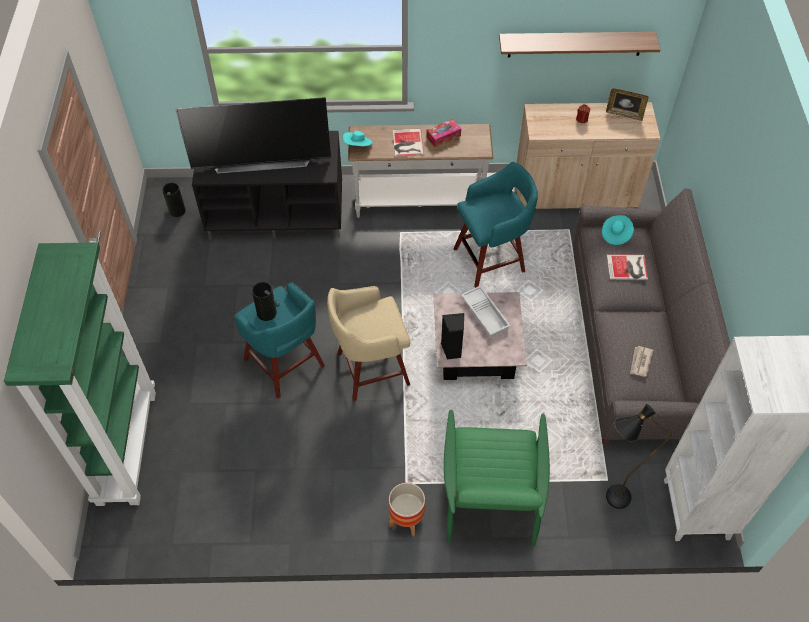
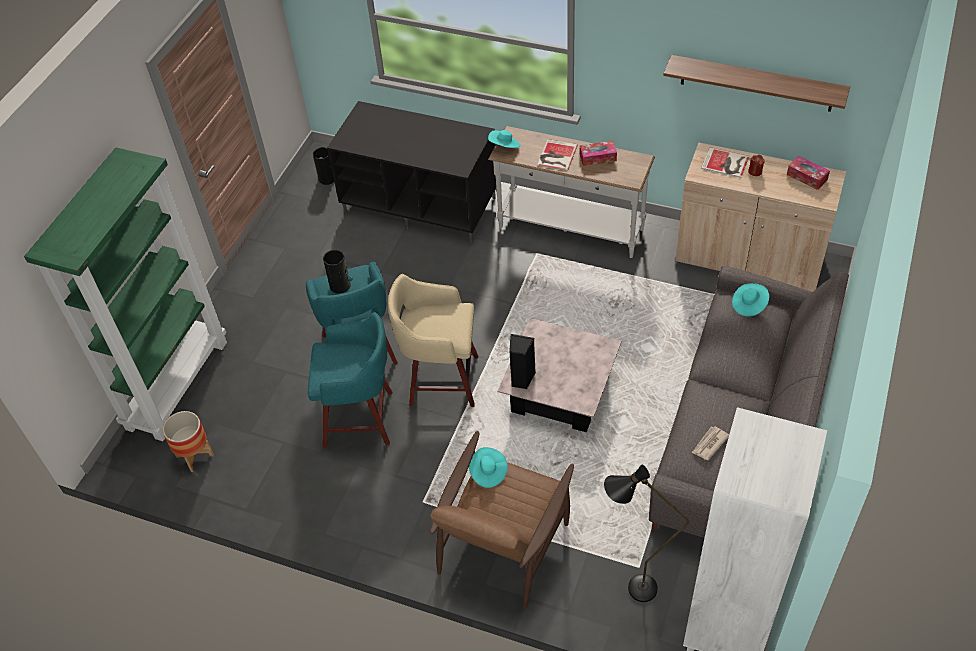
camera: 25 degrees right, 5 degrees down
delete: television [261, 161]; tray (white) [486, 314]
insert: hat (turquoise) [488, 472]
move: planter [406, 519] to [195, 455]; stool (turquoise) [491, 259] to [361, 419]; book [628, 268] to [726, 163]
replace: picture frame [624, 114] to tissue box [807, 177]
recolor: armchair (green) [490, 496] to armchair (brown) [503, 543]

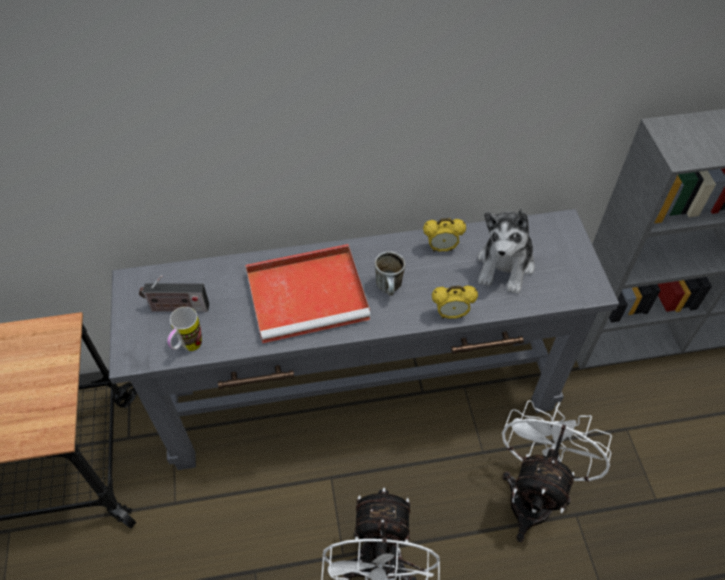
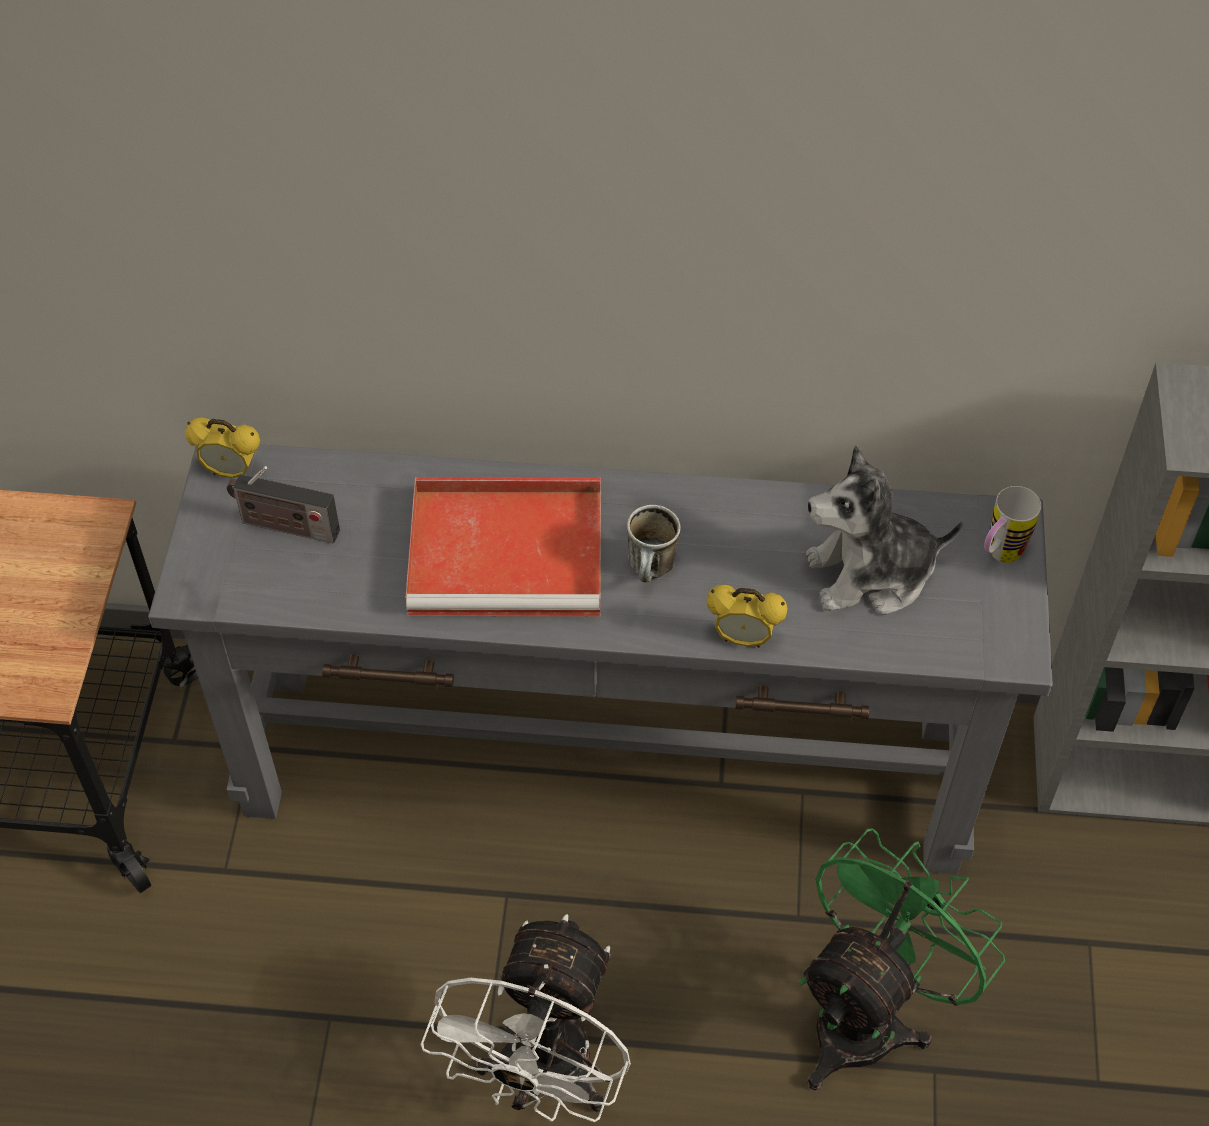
camera: 15 degrees right, 0 degrees up
move: alarm clock [441, 248] to [231, 472]; mug [188, 348] to [998, 557]
recolor: fan (white) [534, 493] to fan (green) [868, 1013]
rotate: plush toy [505, 265] = [871, 574] 45 degrees clockwise

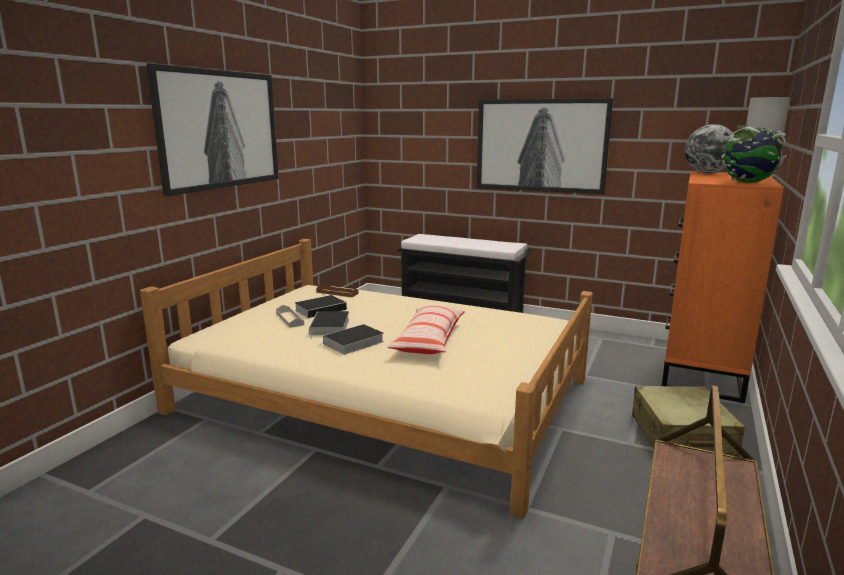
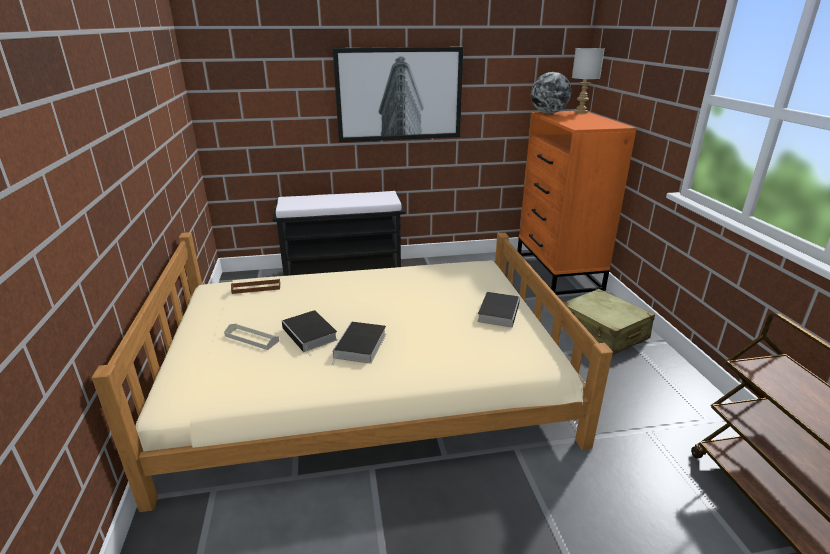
camera: 35 degrees left, 10 degrees up
delete: picture [219, 129]; pillow [429, 340]; globe [748, 182]
move: book [321, 309] to [498, 311]

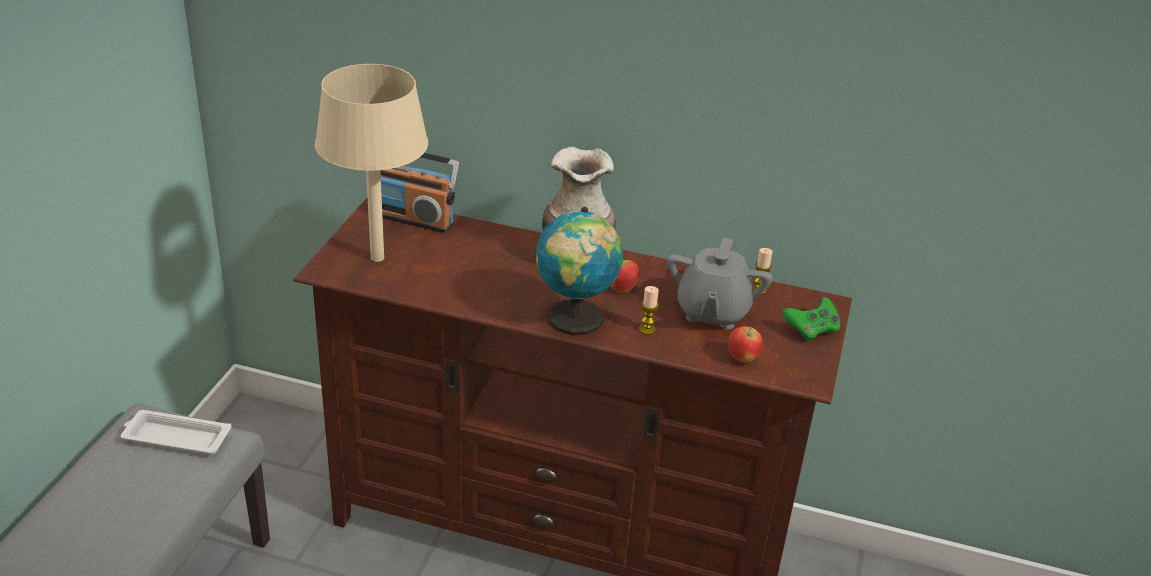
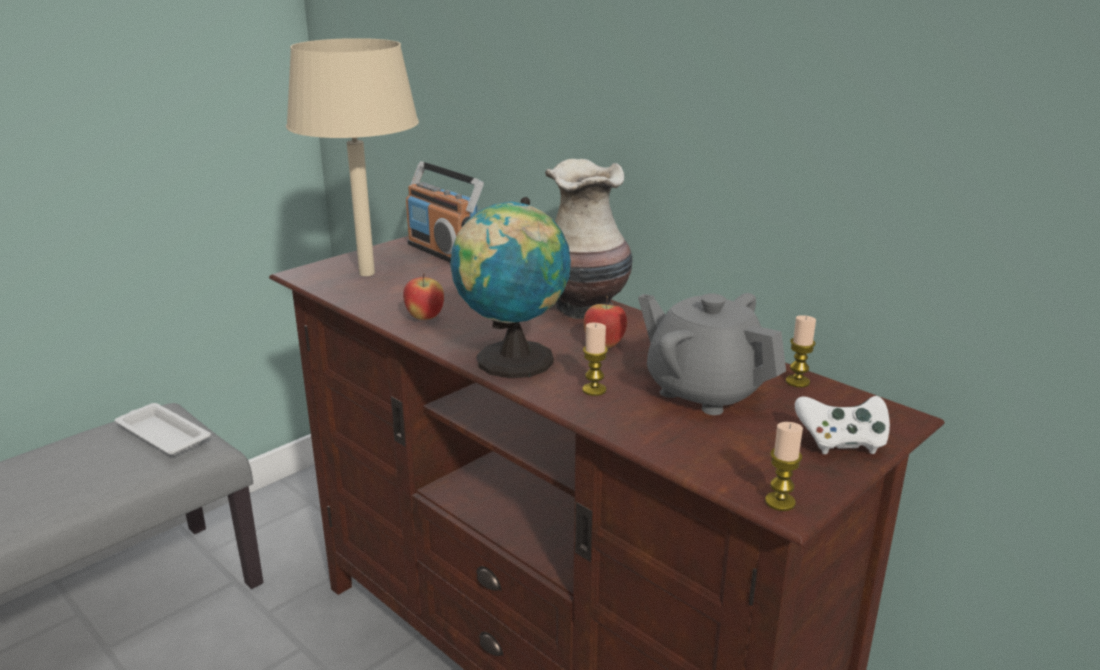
camera: 30 degrees right, 10 degrees down
insert: candle [780, 502]
move: apple [742, 358] to [424, 318]
recolor: game controller (green) [811, 330] to game controller (white) [841, 442]
rotate: teapot (grey) [712, 312] = [704, 391] 90 degrees clockwise

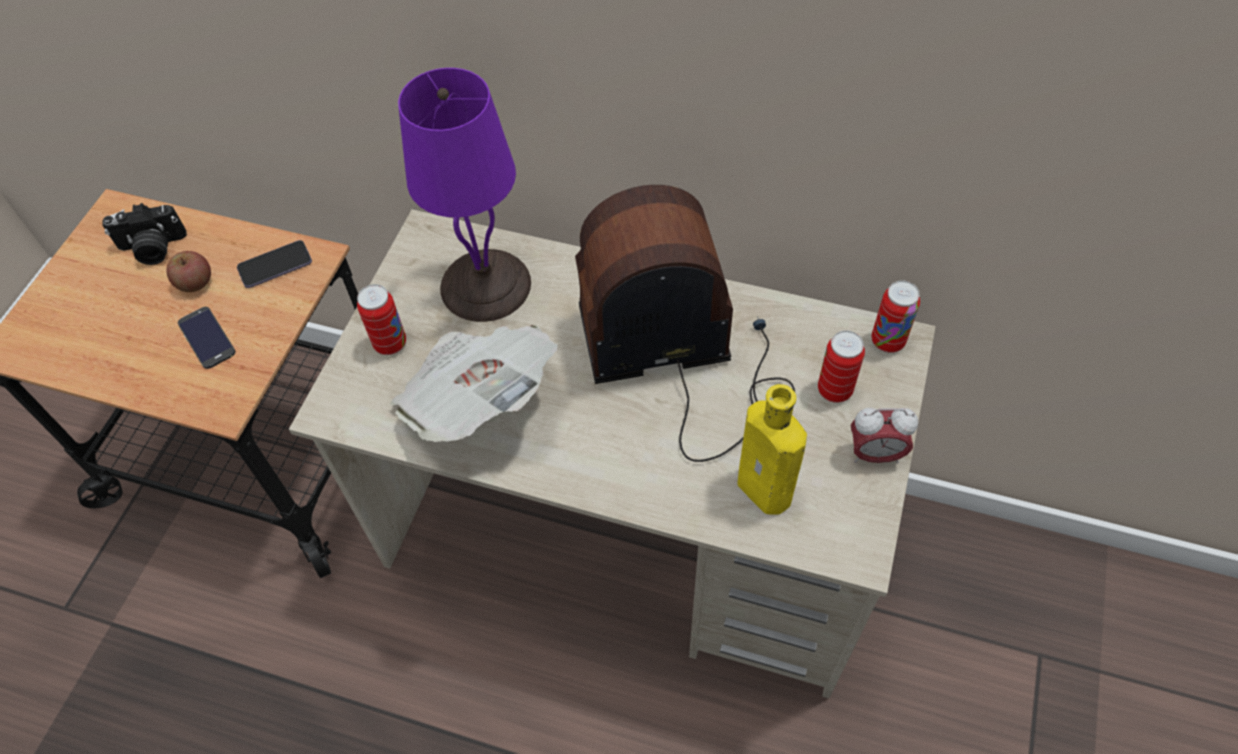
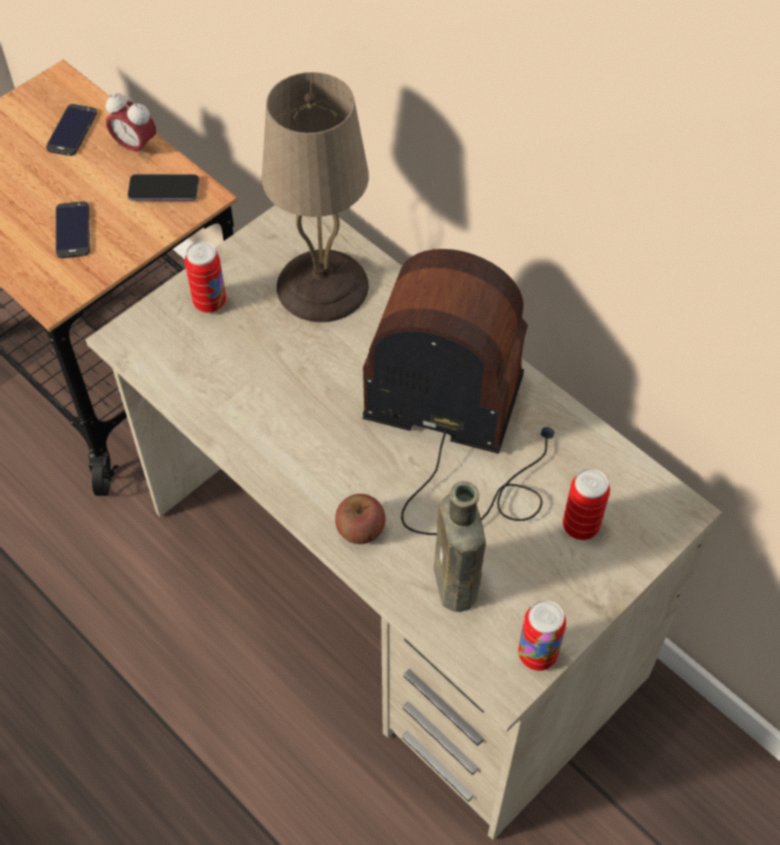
camera: 25 degrees right, 0 degrees up
delete: newspaper [478, 399]
move: alarm clock [875, 454] to [135, 147]; apple [195, 282] to [360, 529]; can [887, 341] to [537, 654]
replace: photo camera [152, 249] to phone [71, 130]
recolor: table lamp (purple) [487, 284] to table lamp (beige) [324, 286]; bottle (yellow) [767, 492] to bottle (brown) [456, 587]

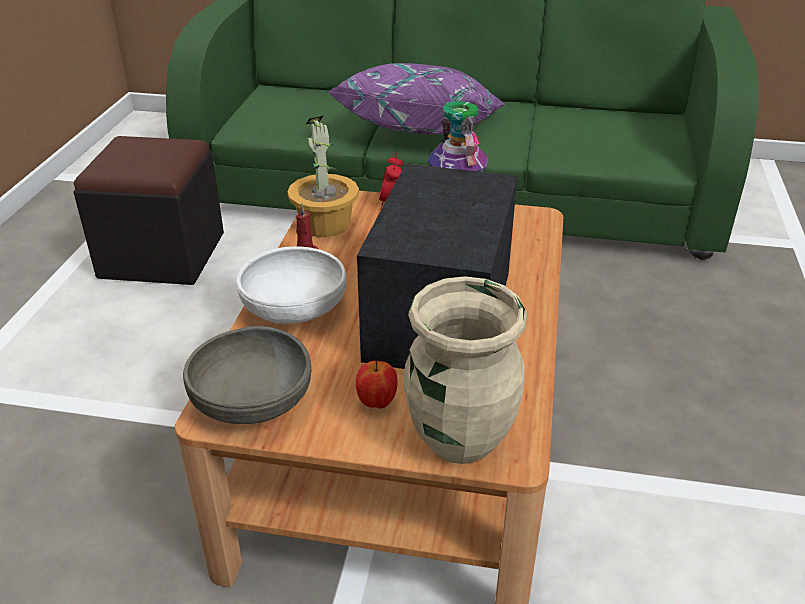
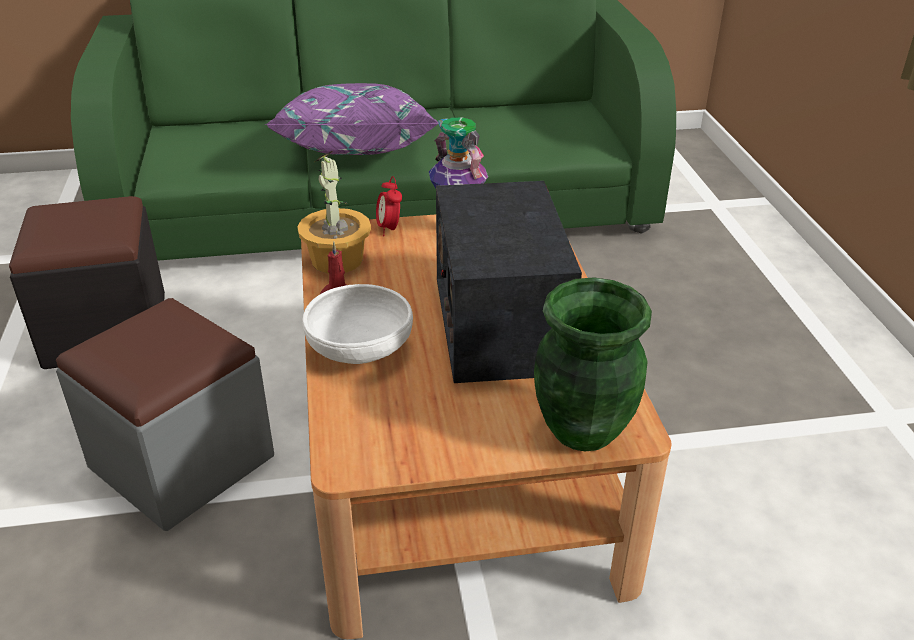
camera: 20 degrees left, 0 degrees up
delete: bowl (grey) [253, 402]; apple [377, 403]
insert: ottoman (grey) [182, 462]
recolor: vase (beige) [459, 438] to vase (green) [582, 429]

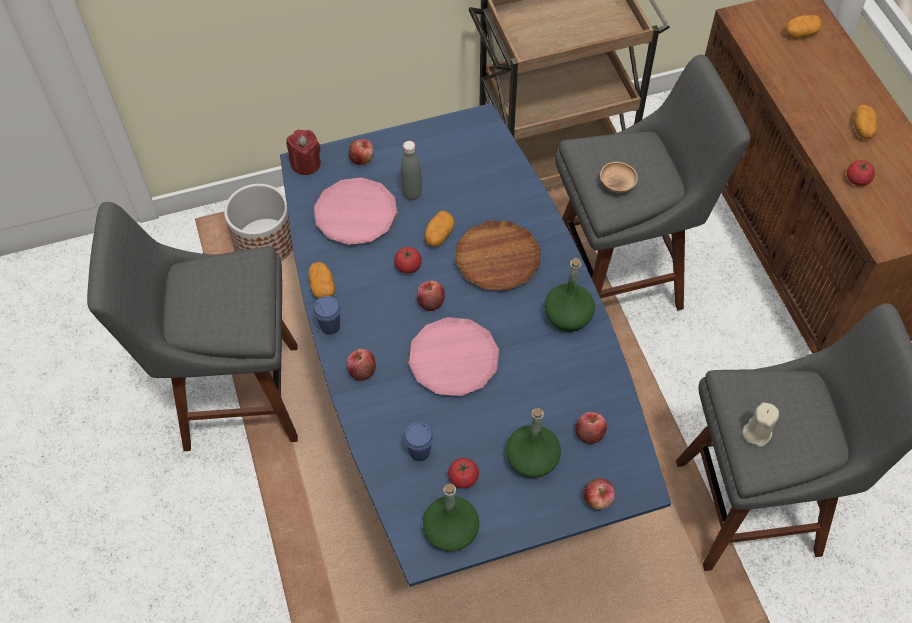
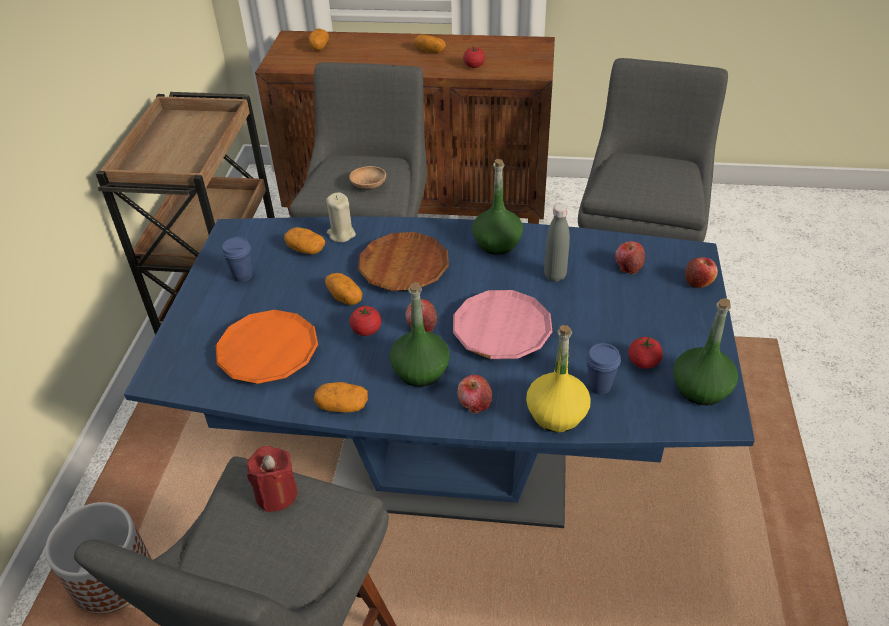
camera: 65 degrees left, 15 degrees down
delete: apple [362, 159]
insert: potato [306, 250]; bottle (yellow) [556, 414]
move: cup (blue) [330, 326] to [242, 276]; candle (red) [306, 164] to [276, 494]; candle (beige) [756, 433] to [341, 234]; bottle (green) [532, 459] to [420, 371]; bottle (grey) [412, 194] to [555, 276]
recolor: plate (pink) [356, 215] to plate (orange) [268, 352]

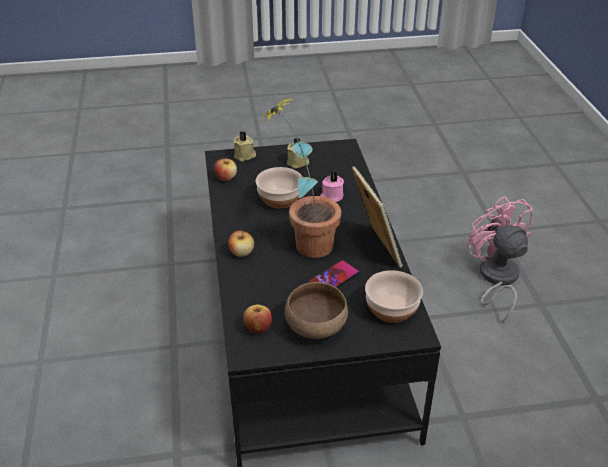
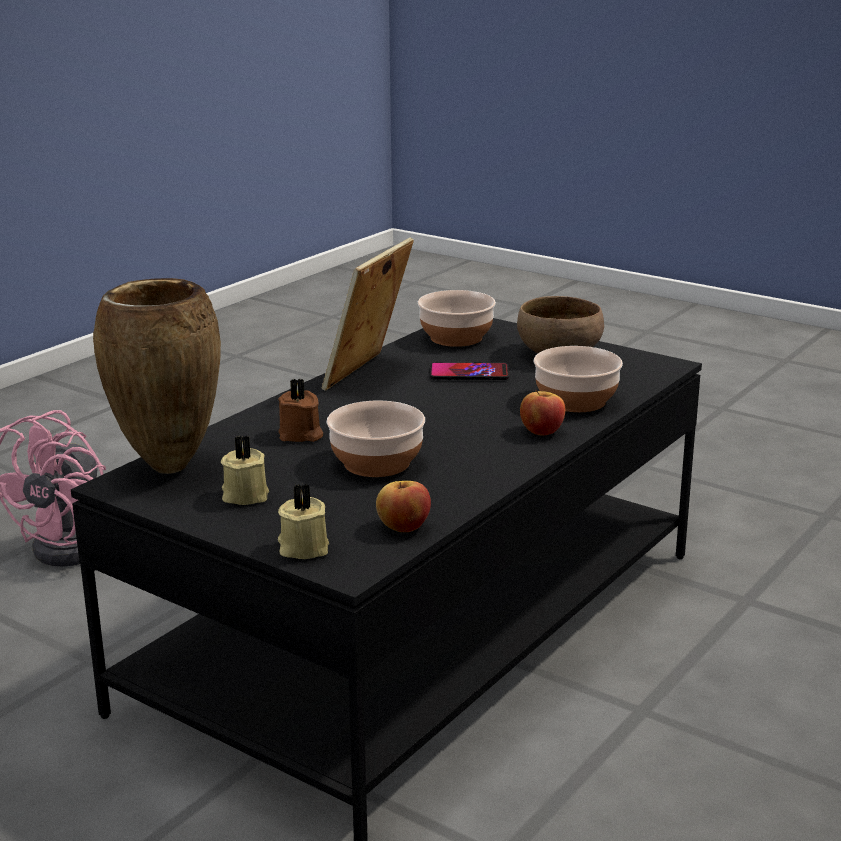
camera: 135 degrees left, 15 degrees down
delete: apple [257, 328]; potted plant [303, 242]
insert: vase (brown) [166, 468]; bowl [576, 400]
recolor: candle (pink) [331, 197] to candle (brown) [301, 435]

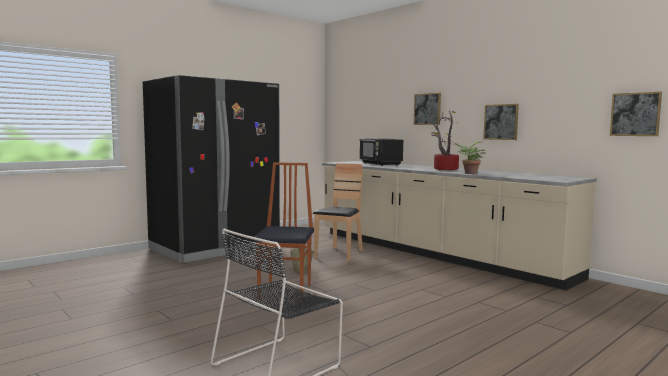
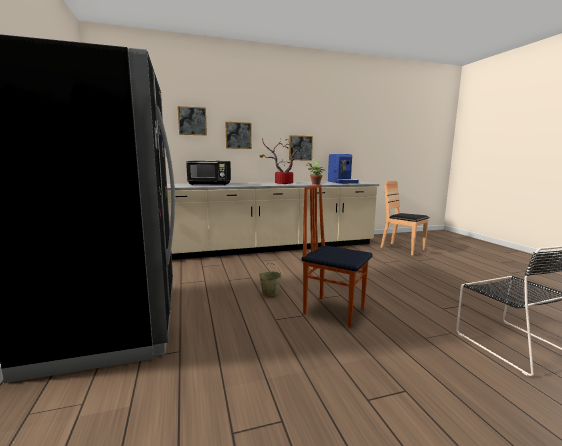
camera: 65 degrees left, 5 degrees up
insert: coffee machine [342, 182]
move: picture [635, 114] to [192, 121]; chair (brown) [339, 254] to [402, 249]

